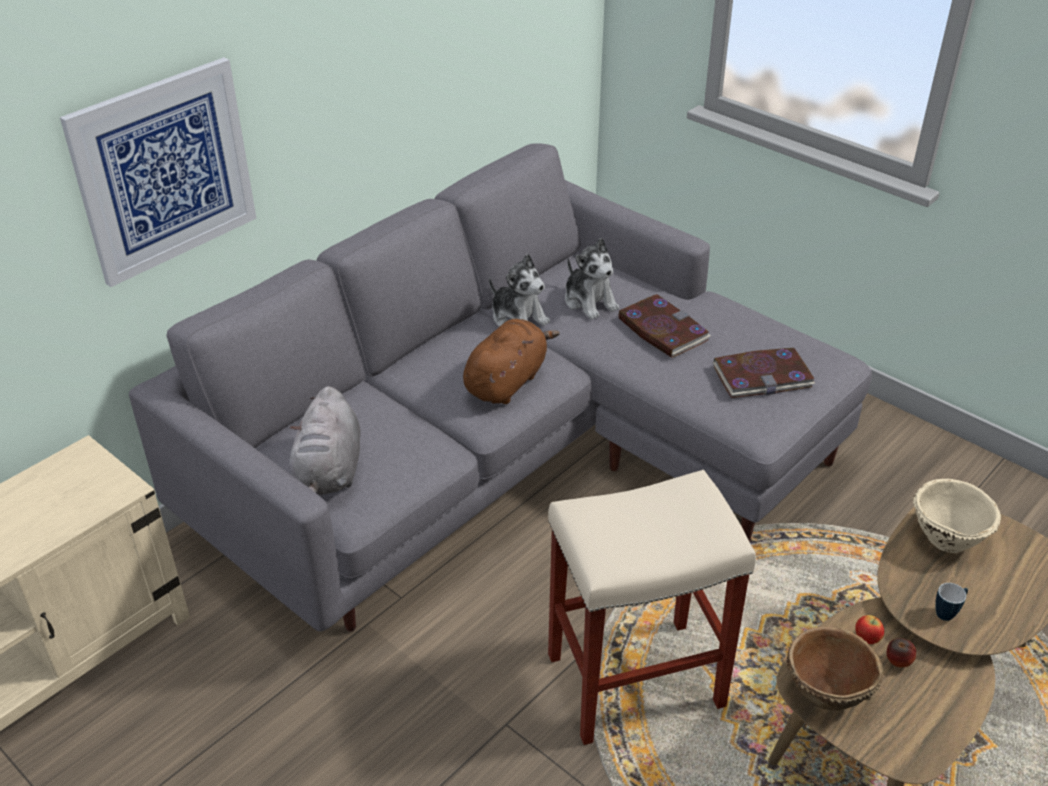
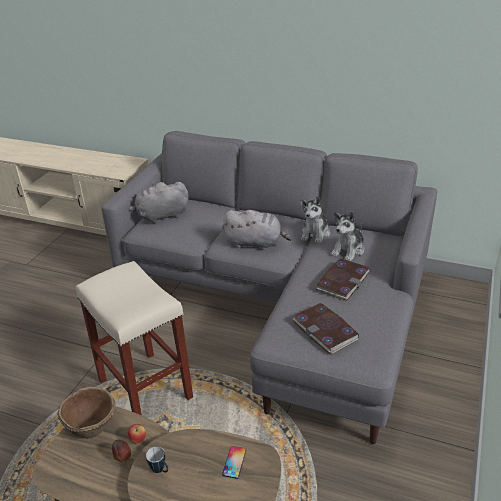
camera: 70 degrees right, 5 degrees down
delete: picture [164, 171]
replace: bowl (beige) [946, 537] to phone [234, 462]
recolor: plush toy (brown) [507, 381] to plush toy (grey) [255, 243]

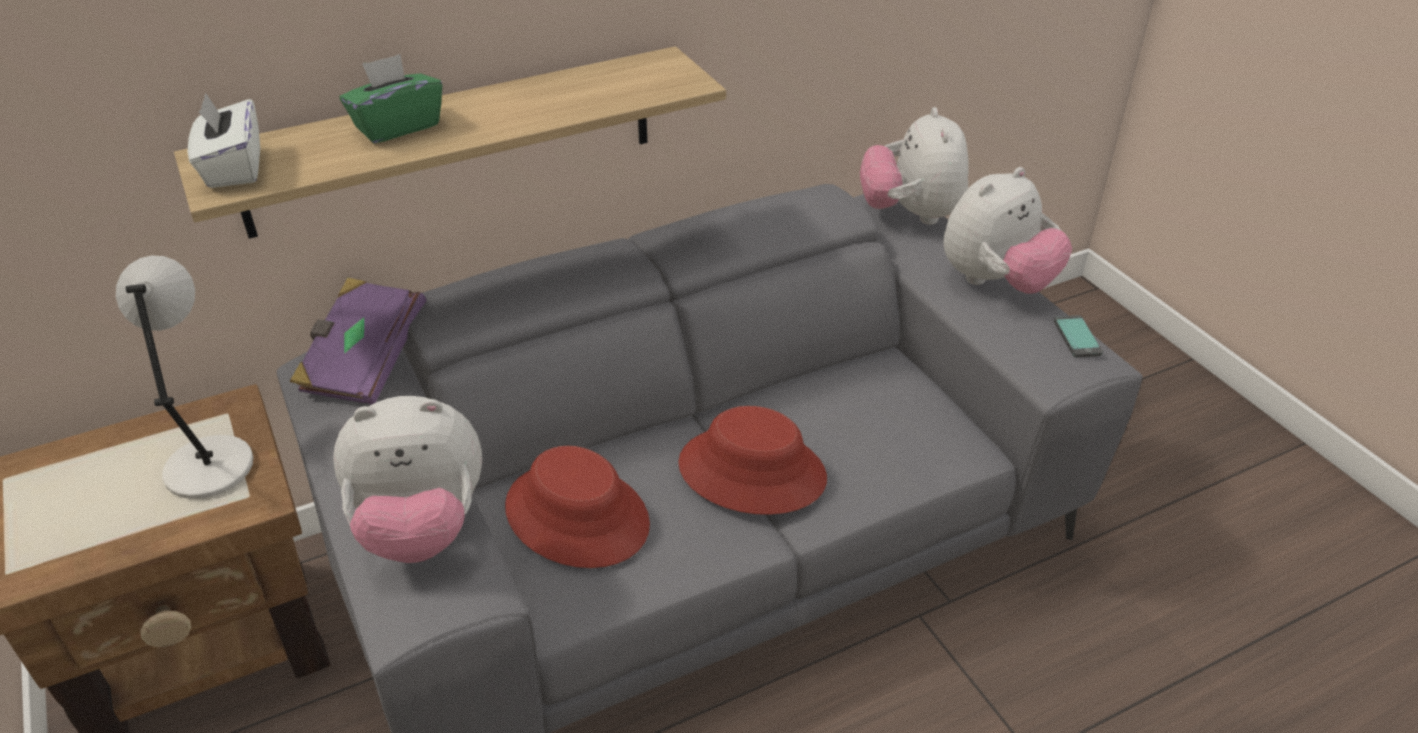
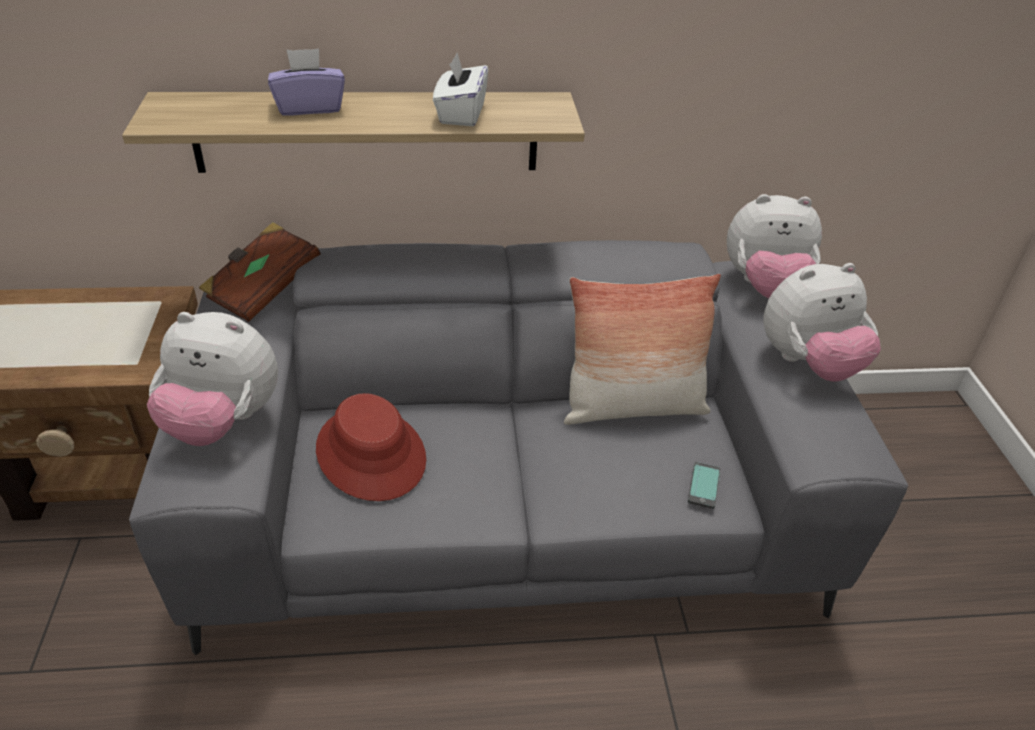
camera: 20 degrees right, 0 degrees up
delete: table lamp (grey) [209, 464]; hat (red) [752, 471]
insert: pillow [633, 407]
move: tissue box (white) [233, 168] to [461, 114]; phone [1077, 337] to [704, 486]
recolor: book (purple) [363, 362] to book (brown) [263, 289]; tissue box (green) [397, 127] to tissue box (purple) [309, 107]
rotate: plush toy [911, 214] = [764, 287] 105 degrees counterclockwise

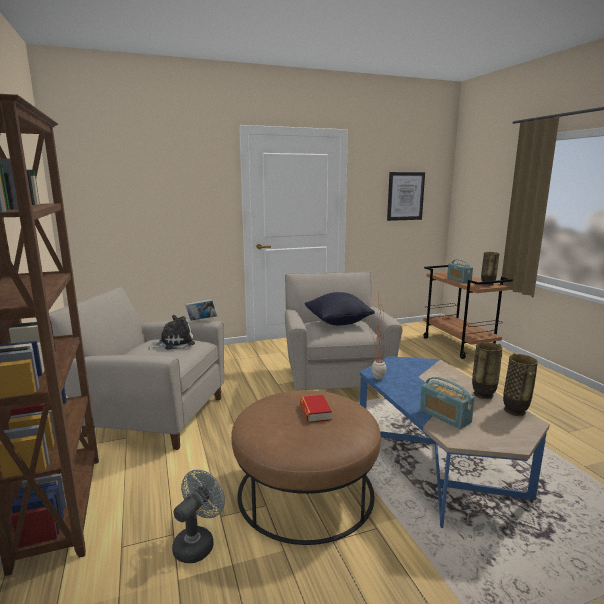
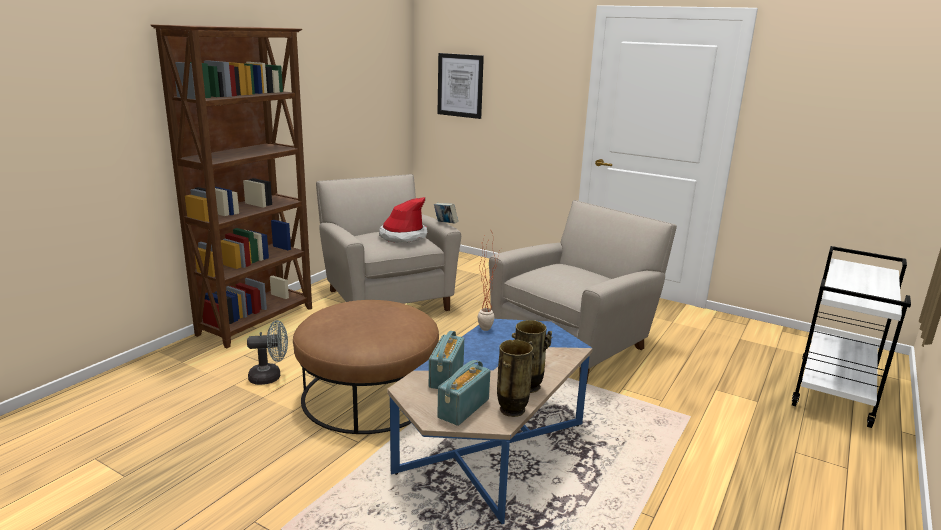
camera: 50 degrees right, 5 degrees up
delete: book [315, 412]; pillow (black) [338, 322]; vase [487, 284]
move: radio [459, 280] to [463, 408]; picture [405, 196] to [460, 85]
replace: plush toy [174, 343] to hat [403, 236]
recolor: cart (brown) [459, 345] to cart (white) [835, 393]

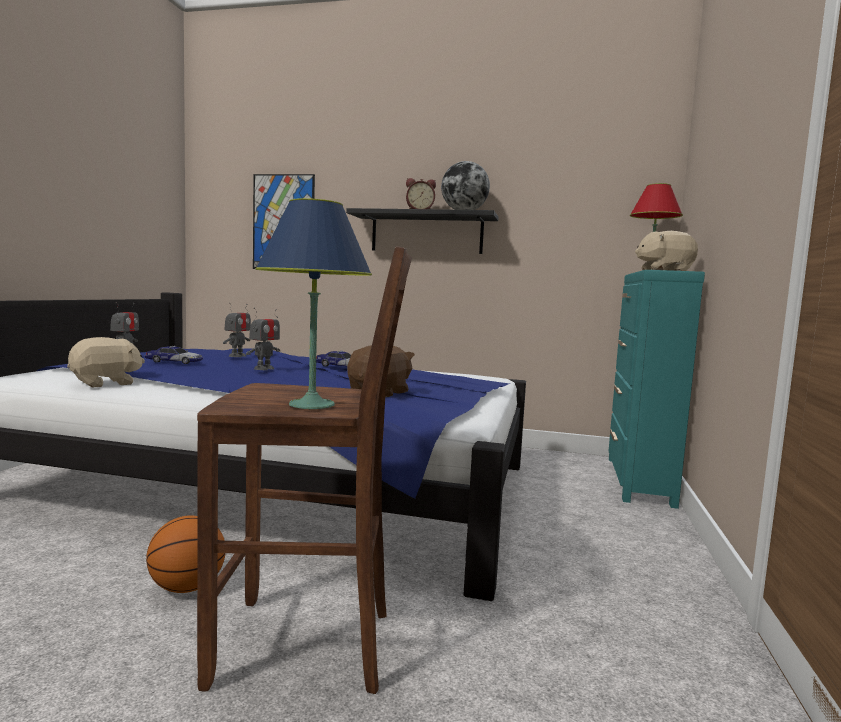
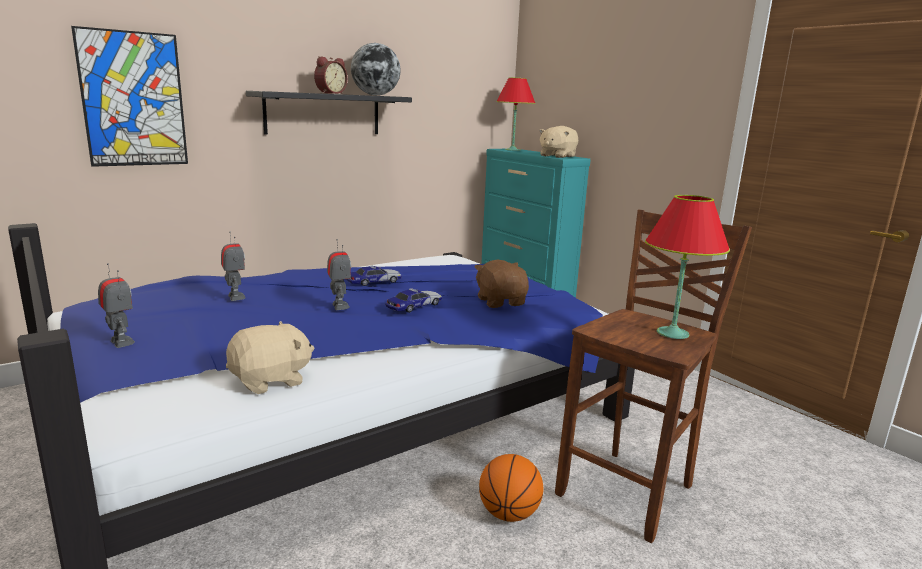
camera: 50 degrees left, 10 degrees up
move: toy car [174, 362] to [414, 306]
recolor: table lamp (blue) [311, 405] to table lamp (red) [673, 333]
rotate: plush toy (beige) [106, 383] = [271, 380] 60 degrees clockwise

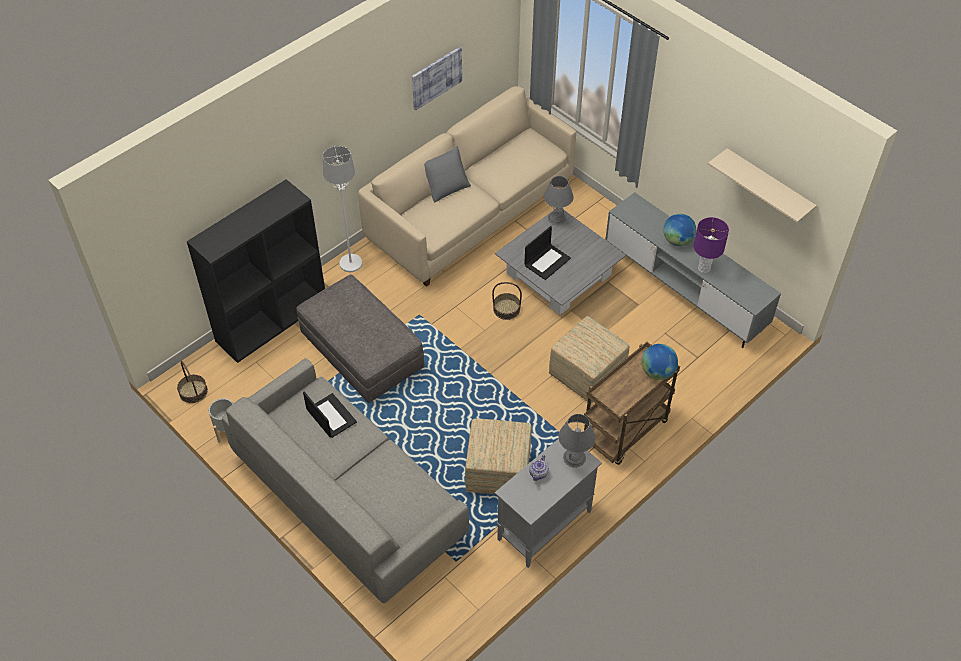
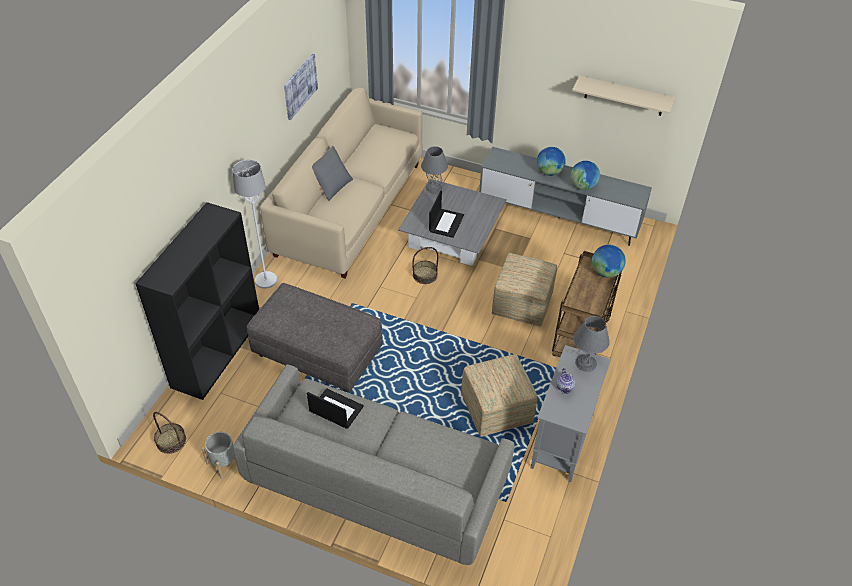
camera: 25 degrees left, 5 degrees down
replace: table lamp (purple) [704, 268] to globe [583, 186]

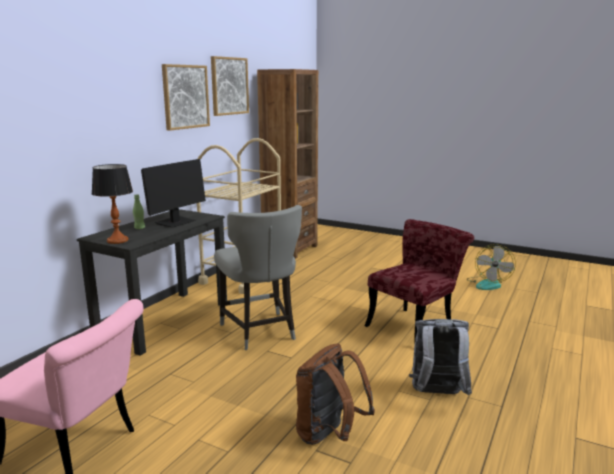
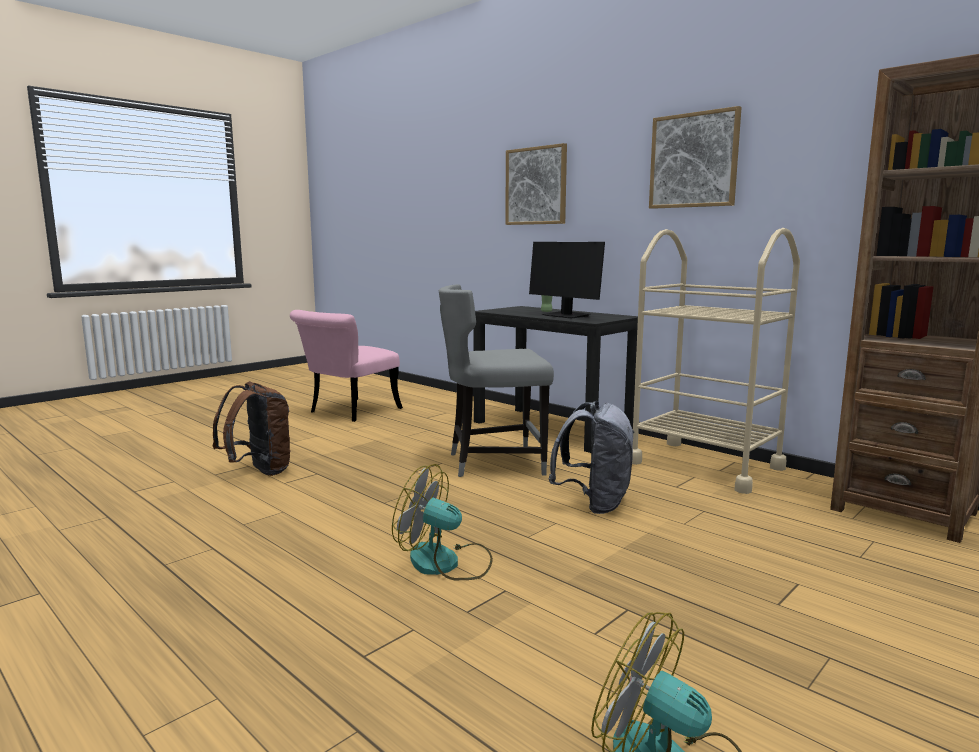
camera: 105 degrees right, 5 degrees down
delete: table lamp [117, 240]
move: picture [229, 86] to [536, 186]; backpack (grey) [437, 395] to [594, 504]
replace: chair (red) [415, 325] to fan [446, 563]

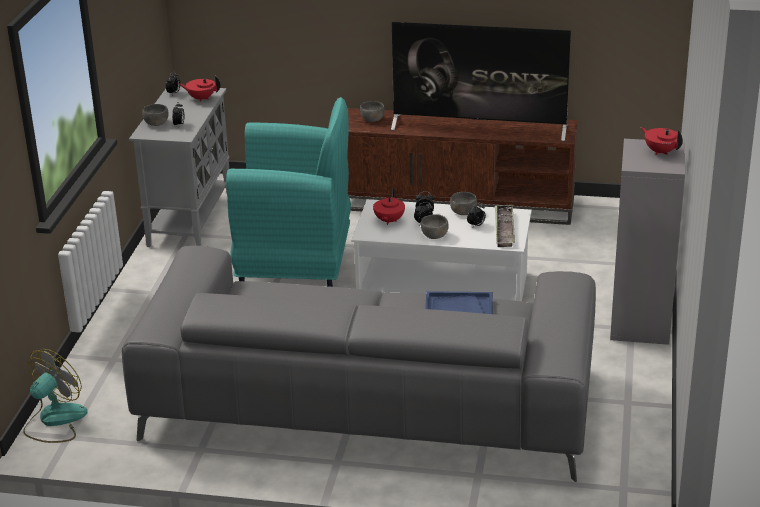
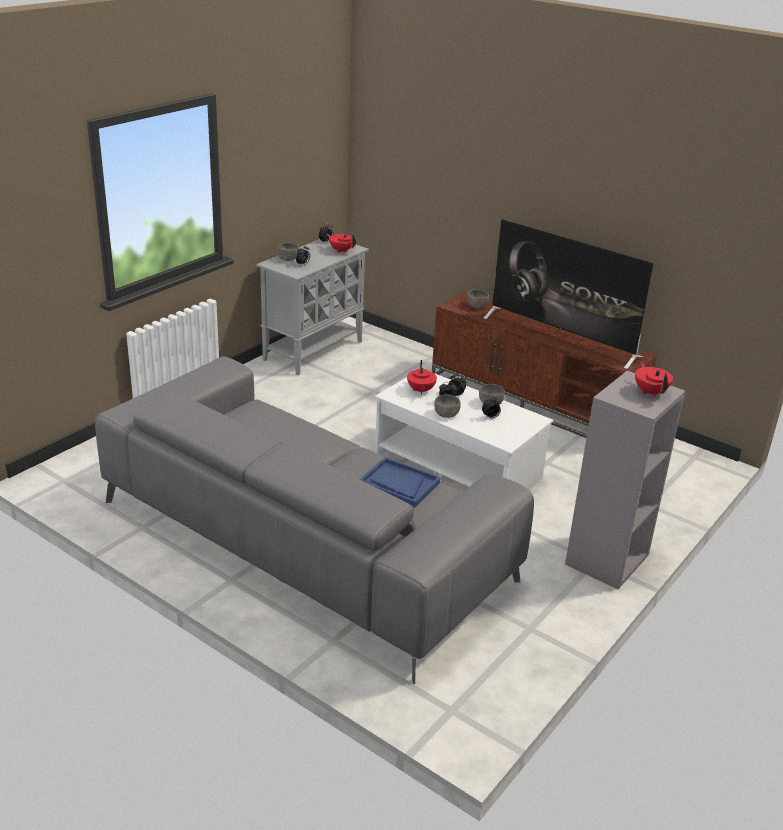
camera: 25 degrees right, 0 degrees up
delete: fan [54, 421]; armchair (turquoise) [296, 269]; tray [504, 229]
rotate: teapot (red) [388, 221] = [420, 390] 45 degrees counterclockwise

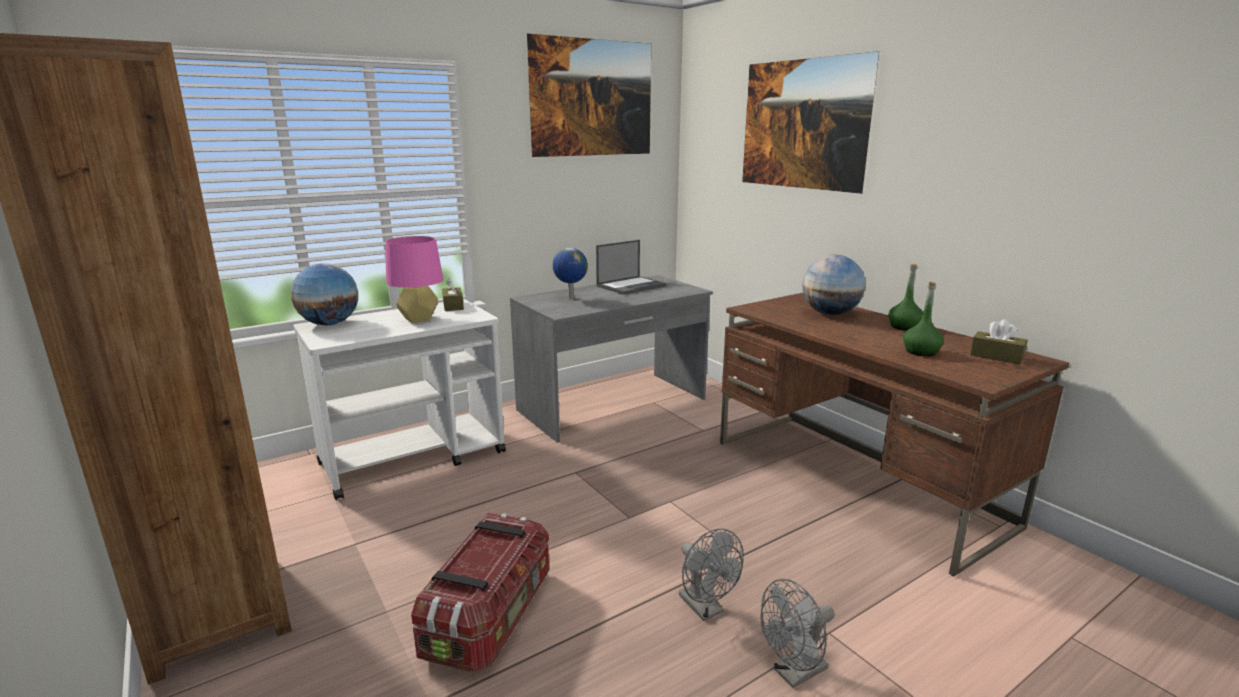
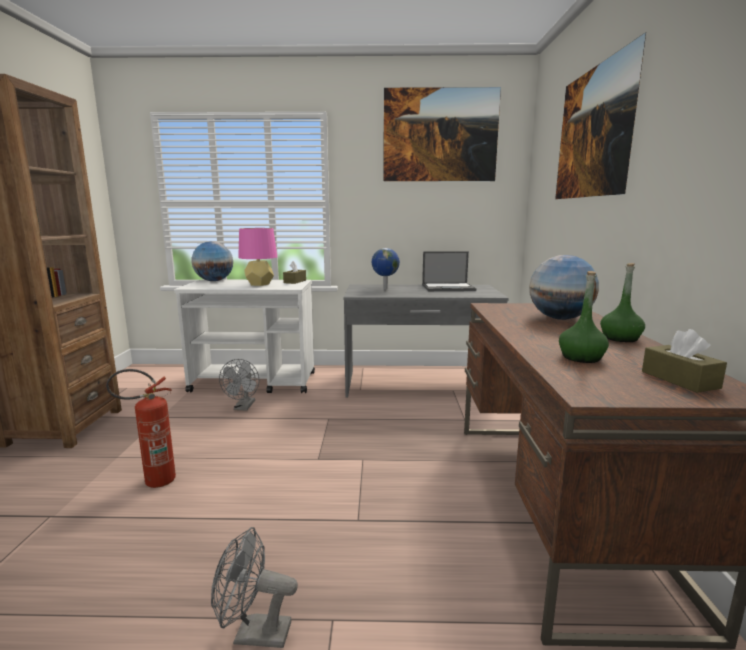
camera: 35 degrees right, 5 degrees down
move: fan (grey) [706, 609] to [243, 407]
replace: storage box [491, 616] to fire extinguisher [152, 483]

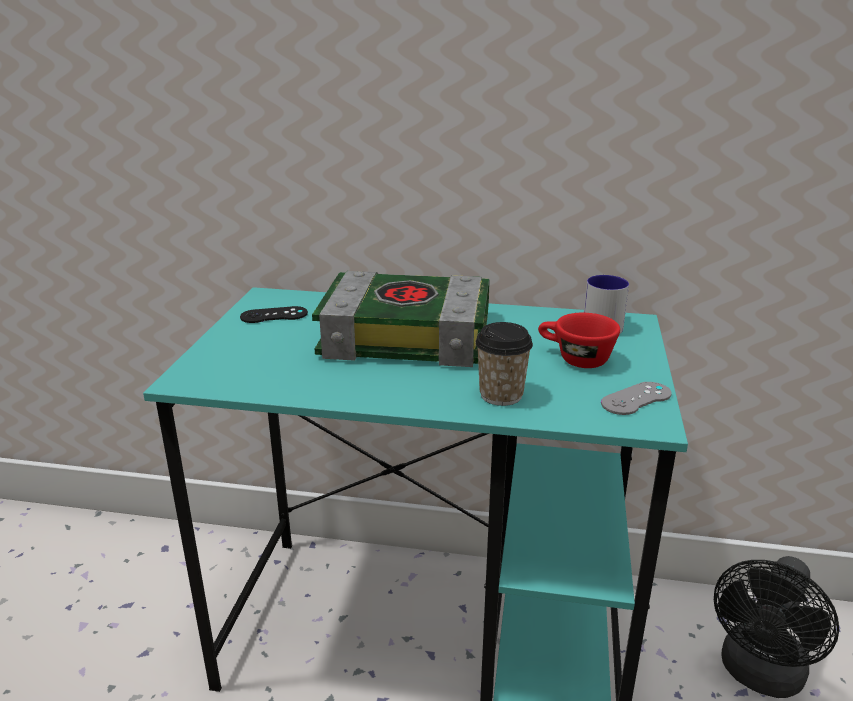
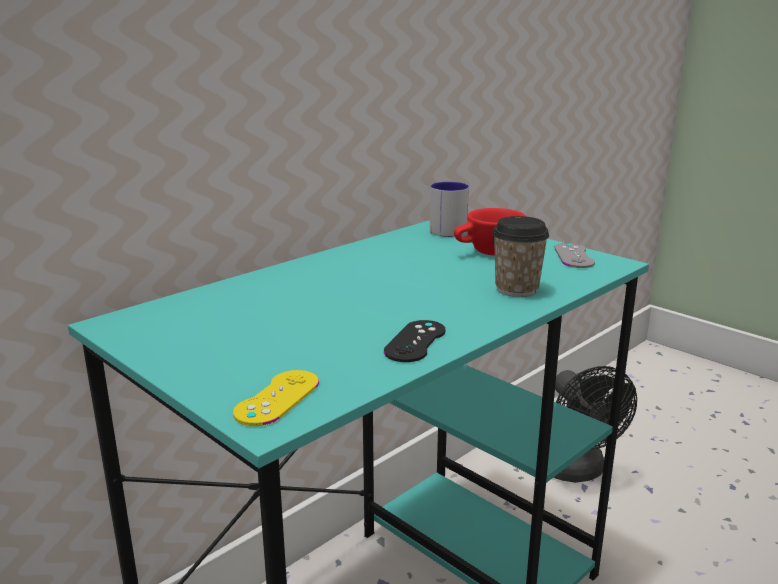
camera: 55 degrees left, 5 degrees down
delete: book [410, 334]
insert: game controller (yellow) [277, 398]
move: game controller (black) [274, 315] to [415, 341]

